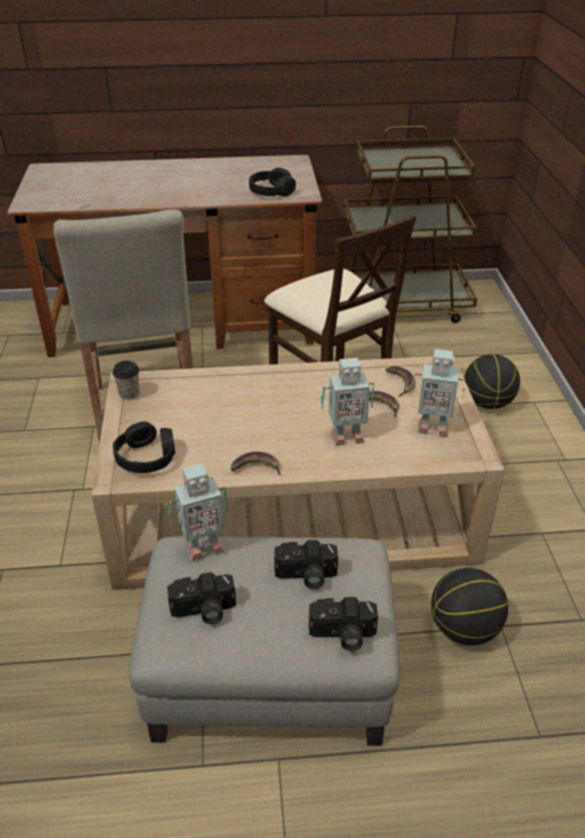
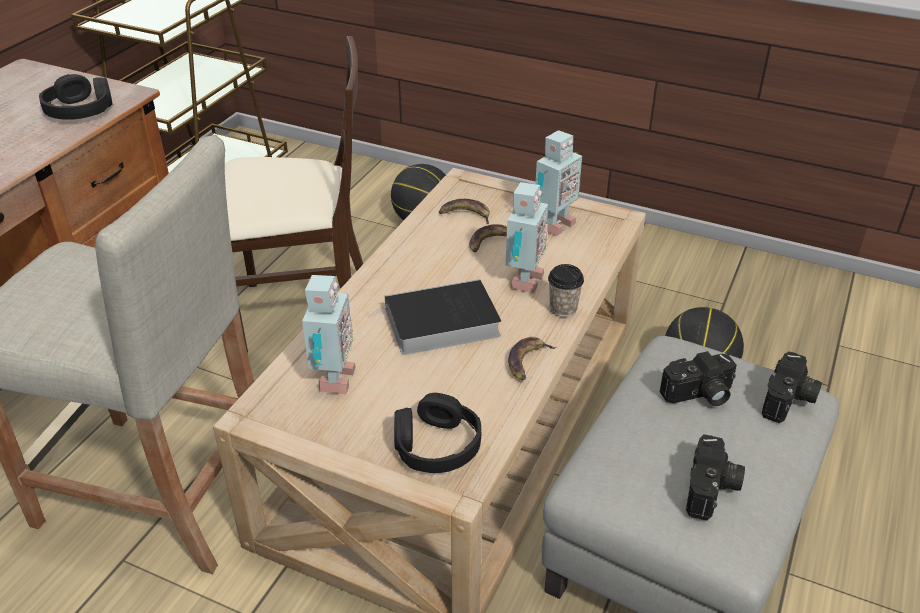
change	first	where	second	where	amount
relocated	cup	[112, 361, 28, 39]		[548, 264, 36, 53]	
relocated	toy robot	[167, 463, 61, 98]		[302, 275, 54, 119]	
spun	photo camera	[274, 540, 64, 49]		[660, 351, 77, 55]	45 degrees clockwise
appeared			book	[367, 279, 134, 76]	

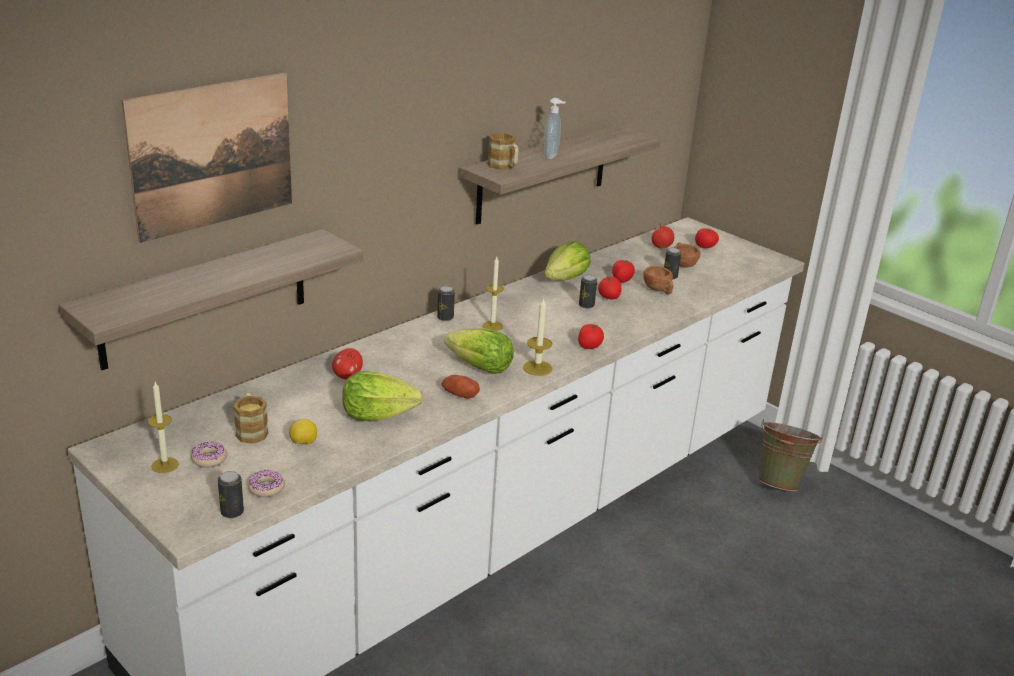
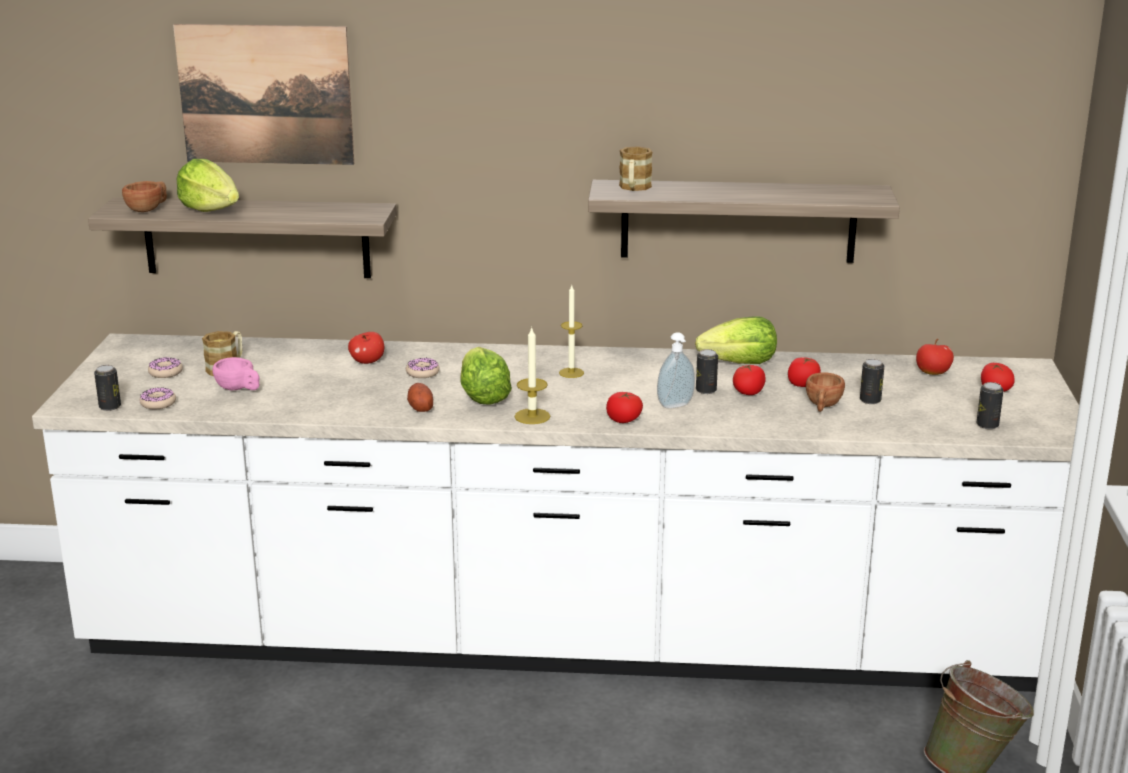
change	first	where	second	where	amount
relocated	soap dispenser	[544, 98, 22, 61]		[657, 332, 38, 76]	
relocated	brown cup	[674, 242, 26, 26]		[122, 181, 45, 31]	
relocated	can	[437, 286, 18, 35]		[976, 382, 28, 47]	
relocated	lettuce	[342, 371, 81, 50]		[177, 159, 62, 53]	
missing	candle	[148, 382, 31, 91]			
exchanged	lemon	[289, 419, 28, 26]	pink cup	[212, 357, 47, 33]	
appeared			donut	[406, 358, 34, 20]	

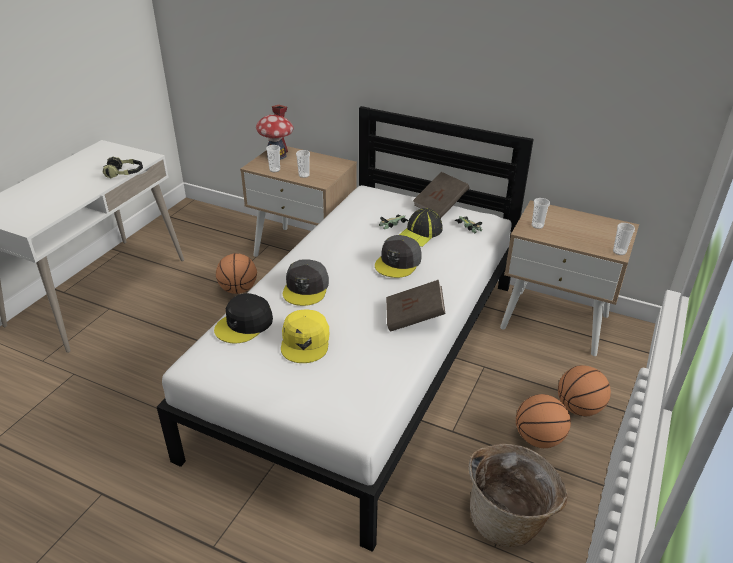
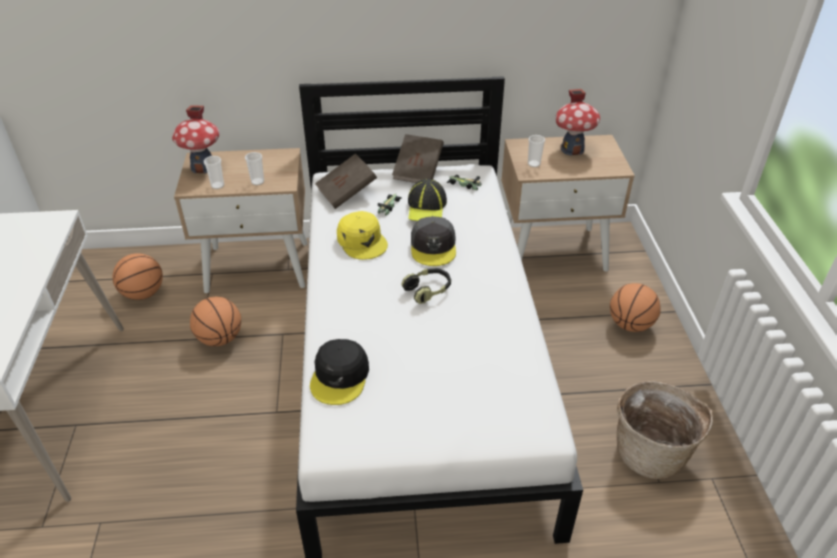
change	first	where	second	where	amount
relocated	headphones	[103, 156, 40, 23]		[401, 268, 50, 36]	
missing	cup	[613, 223, 22, 32]			
missing	grey cap	[283, 259, 46, 47]			
relocated	brown book	[386, 280, 60, 52]		[315, 154, 62, 55]	
relocated	yellow cap	[281, 309, 48, 54]		[337, 211, 51, 49]	
relocated	basketball	[516, 394, 55, 54]		[112, 253, 51, 47]	
appeared			toy house	[555, 89, 45, 67]	

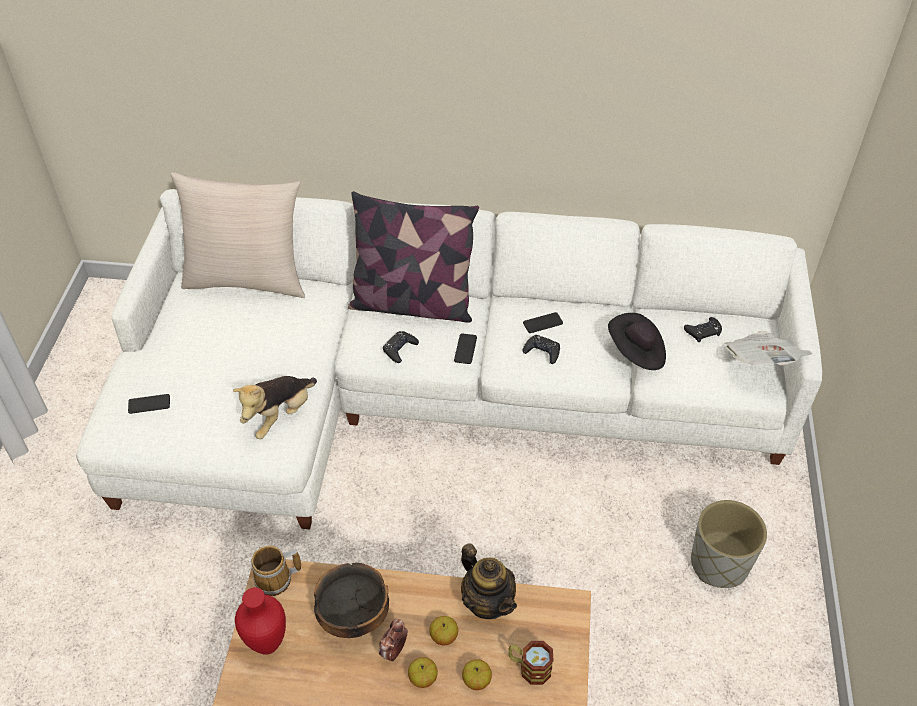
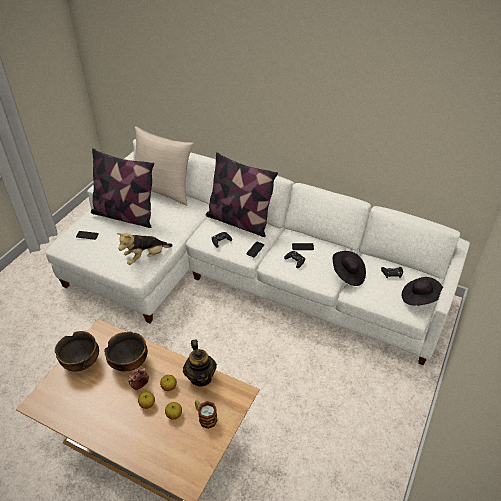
change	first	where	second	where	amount
exchanged	newspaper	[724, 331, 88, 34]	black hat	[402, 277, 41, 29]	
missing	grey planter	[691, 500, 76, 88]			
missing	mug	[251, 546, 50, 50]			
exchanged	red vase	[235, 587, 51, 68]	bowl	[55, 331, 44, 40]	
appeared			pillow	[91, 149, 63, 79]	

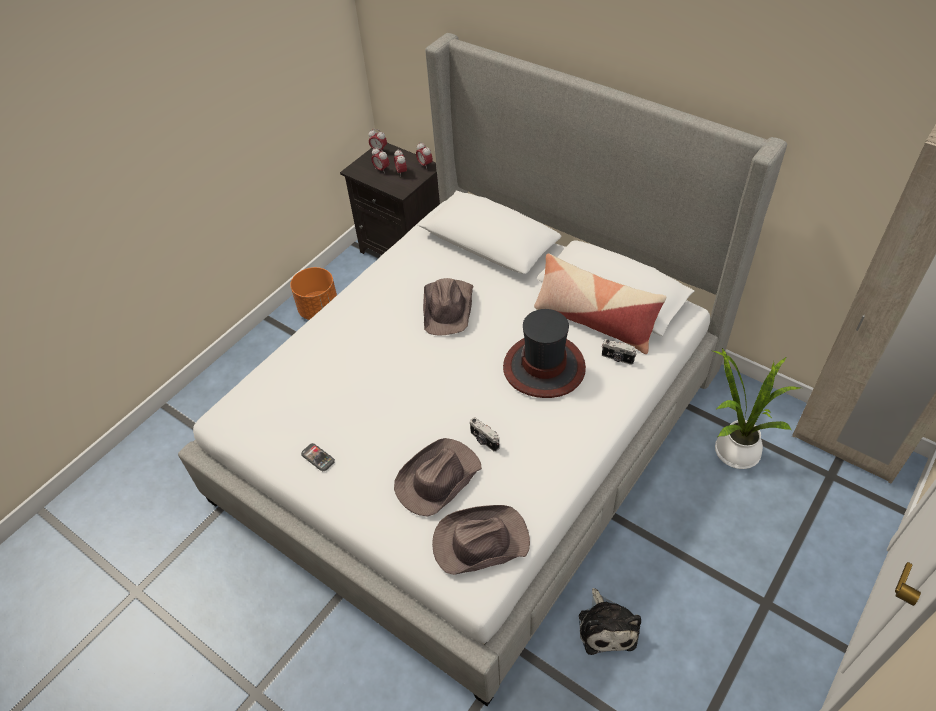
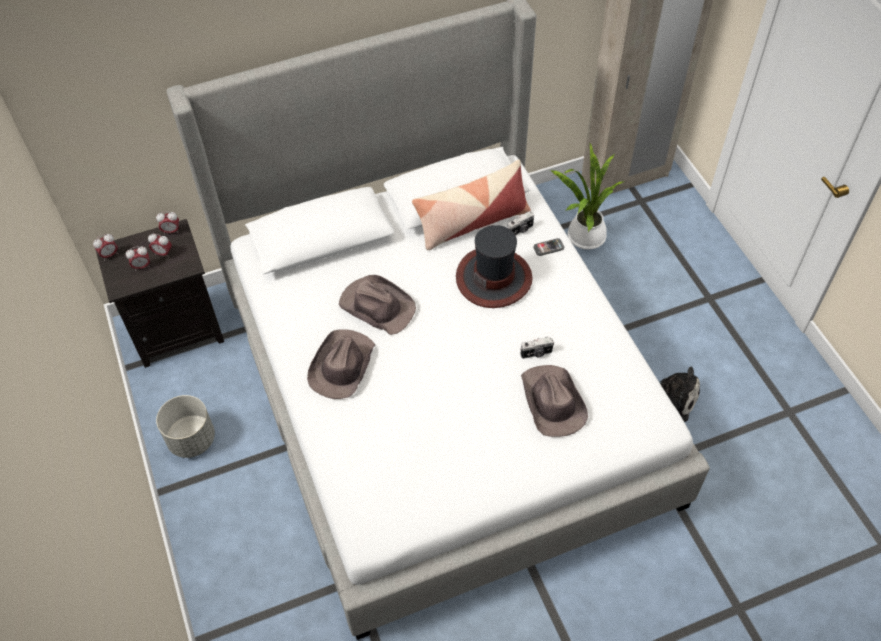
change	first	where	second	where	amount
colour	orange planter	[290, 267, 47, 53]	grey planter	[156, 395, 59, 63]	
relocated	phone	[301, 443, 34, 28]		[533, 238, 31, 18]	
relocated	brown hat	[432, 505, 98, 70]		[307, 329, 68, 70]	

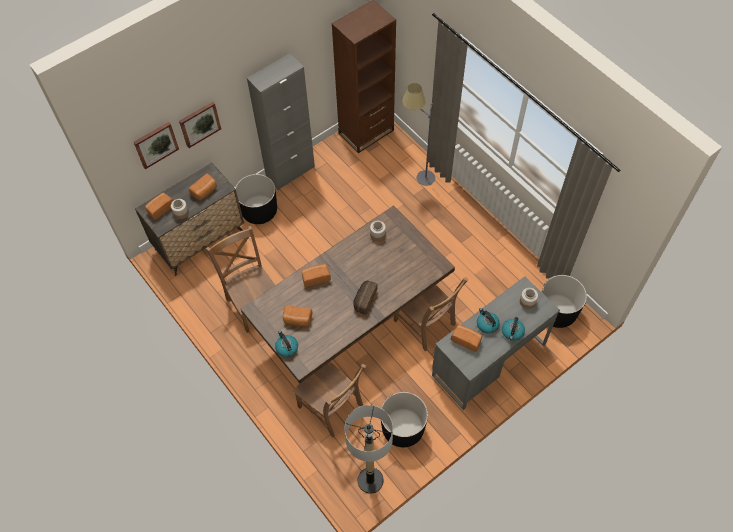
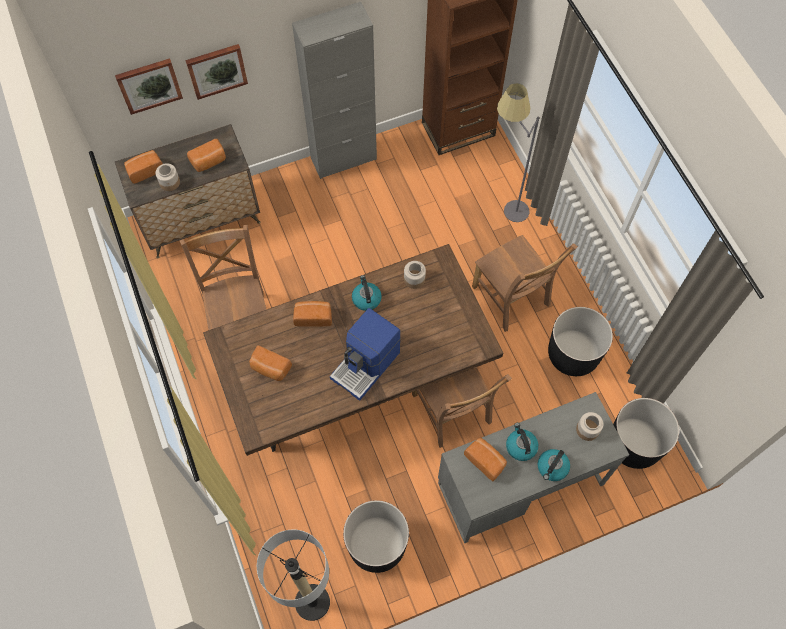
change	first	where	second	where	amount
relocated	black planter	[235, 174, 42, 50]		[548, 307, 65, 69]	
exchanged	bread	[353, 281, 24, 34]	coffee machine	[330, 308, 71, 93]	
relocated	kettle	[275, 331, 23, 26]		[352, 275, 30, 36]	
relocated	brown chair	[293, 362, 73, 76]		[472, 235, 106, 97]	

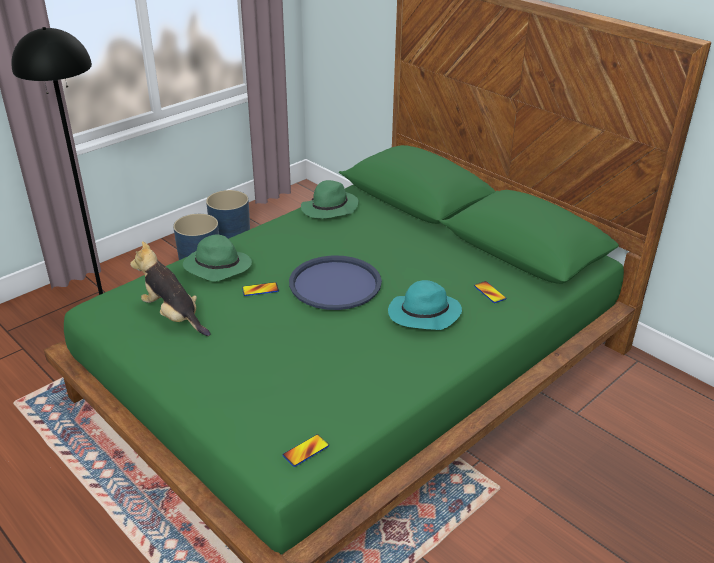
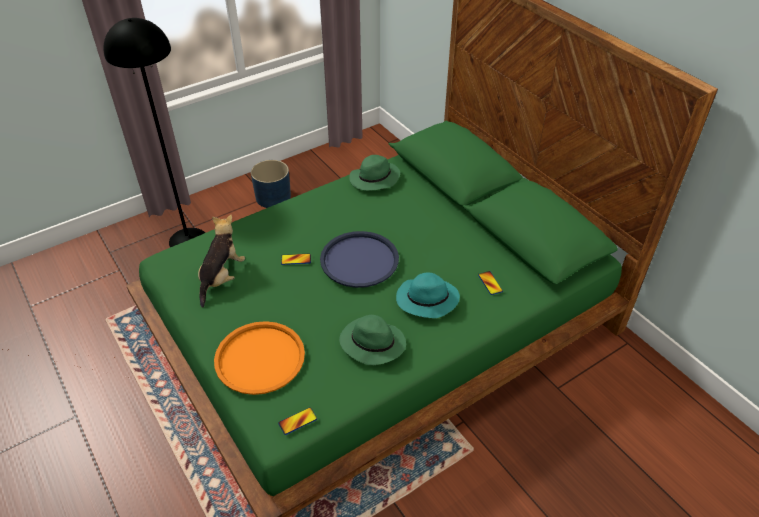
change	first	where	second	where	amount
missing	blue planter	[206, 190, 44, 49]			
relocated	green hat	[183, 235, 69, 46]		[339, 315, 67, 50]	
spun	plush toy	[130, 241, 81, 95]		[198, 214, 47, 94]	60 degrees clockwise
appeared			orange tray	[214, 321, 91, 74]	

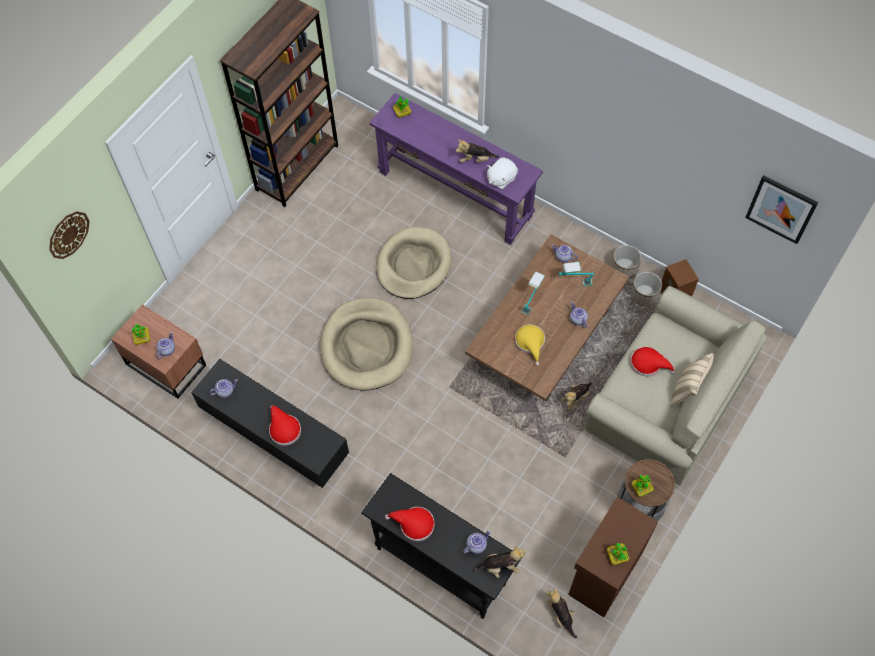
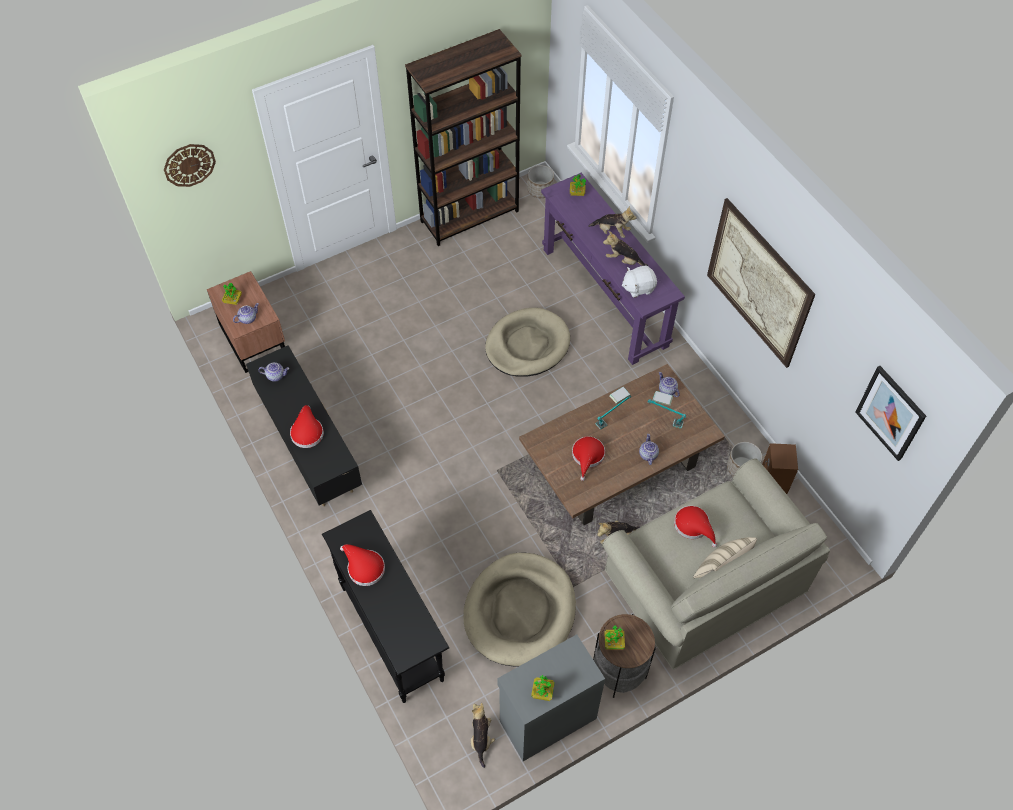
change	first	where	second	where	amount
relocated	planter	[611, 245, 30, 34]		[527, 165, 27, 33]	
relocated	beige dog bed	[320, 298, 93, 93]		[463, 553, 113, 114]	
colour	yellow hat	[515, 324, 30, 42]	red hat	[572, 436, 33, 45]	
colour	brown cabinet	[568, 497, 90, 120]	grey cabinet	[497, 634, 108, 127]	
missing	teapot	[463, 531, 28, 23]			
relocated	plush toy	[473, 546, 53, 32]		[588, 206, 48, 32]	
appeared			picture	[707, 198, 109, 170]	

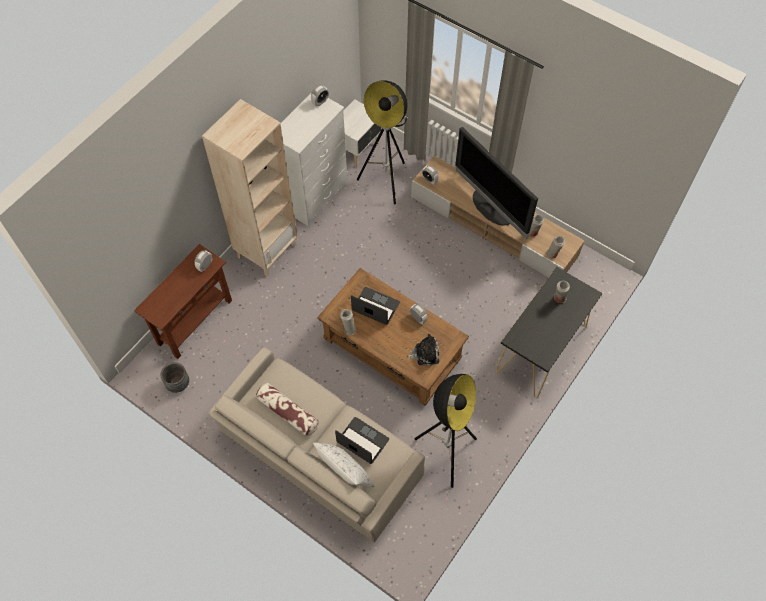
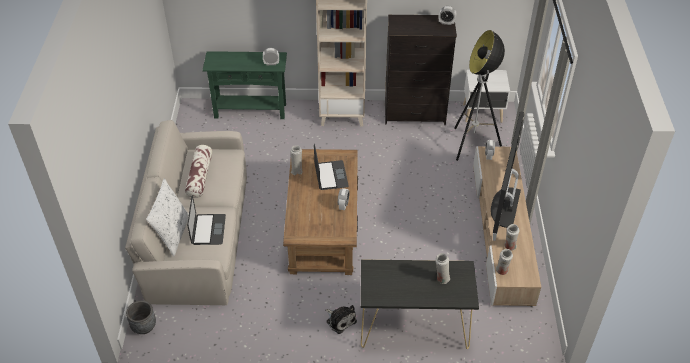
change	first	where	second	where	amount
colour	white dresser	[281, 94, 67, 133]	black dresser	[385, 15, 72, 110]	
colour	brown console table	[134, 244, 98, 115]	green console table	[202, 51, 85, 68]	
relocated	plush toy	[406, 334, 33, 32]		[326, 305, 31, 29]	
relocated	grey planter	[160, 362, 29, 31]		[126, 300, 30, 34]	
missing	floor lamp	[415, 374, 62, 114]			

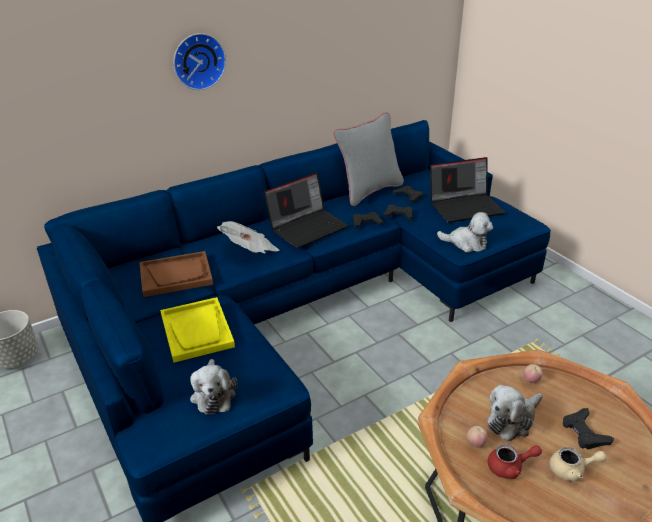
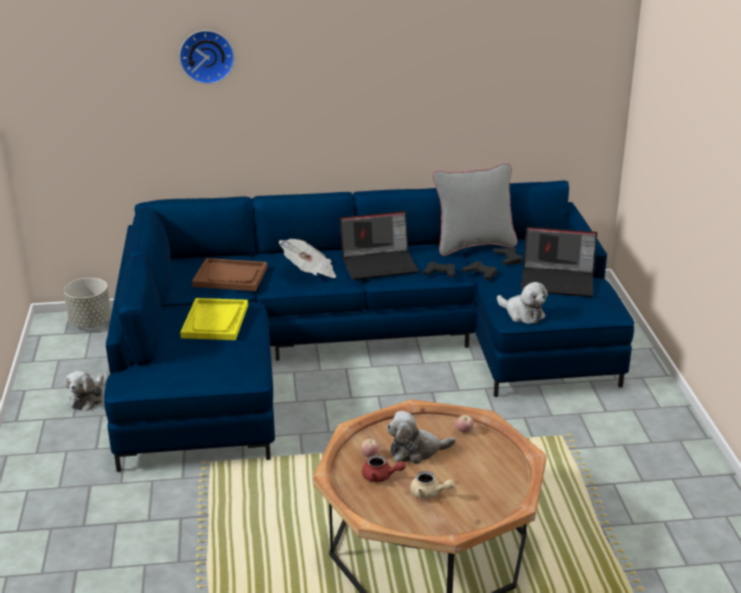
change	first	where	second	where	amount
relocated	wall clock	[173, 33, 53, 57]		[179, 30, 56, 54]	
relocated	plush toy	[190, 359, 48, 56]		[65, 371, 39, 40]	
missing	black game controller	[563, 408, 51, 42]			

